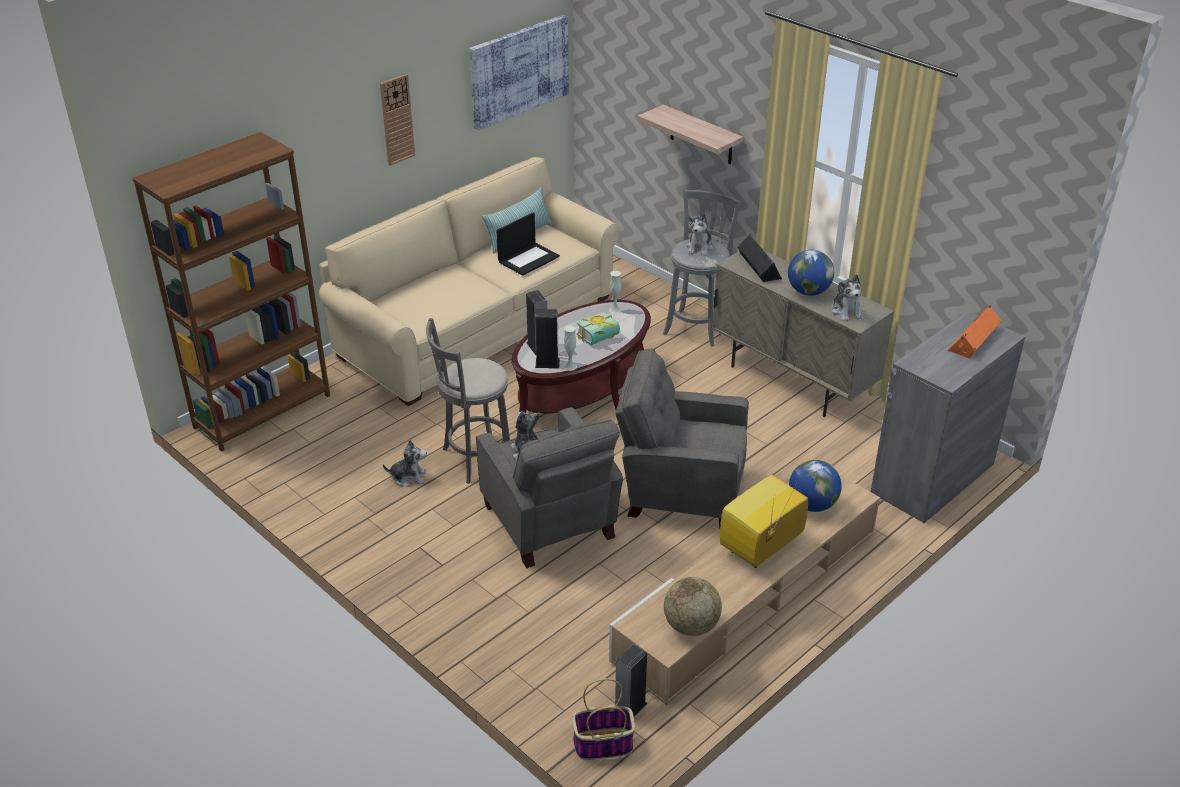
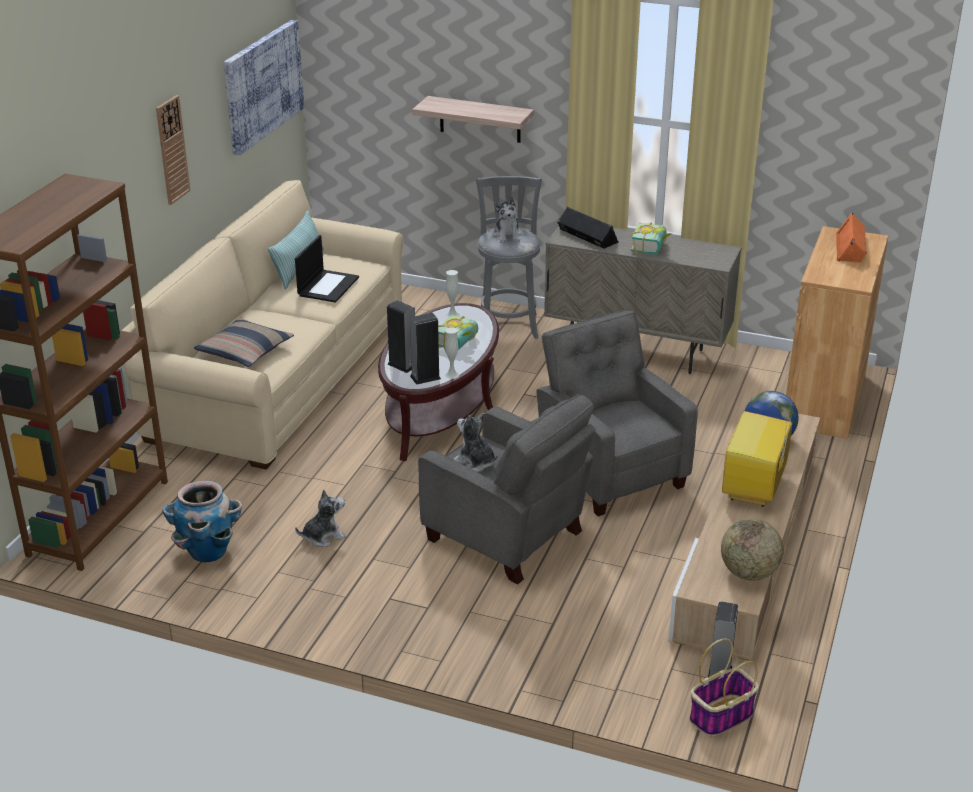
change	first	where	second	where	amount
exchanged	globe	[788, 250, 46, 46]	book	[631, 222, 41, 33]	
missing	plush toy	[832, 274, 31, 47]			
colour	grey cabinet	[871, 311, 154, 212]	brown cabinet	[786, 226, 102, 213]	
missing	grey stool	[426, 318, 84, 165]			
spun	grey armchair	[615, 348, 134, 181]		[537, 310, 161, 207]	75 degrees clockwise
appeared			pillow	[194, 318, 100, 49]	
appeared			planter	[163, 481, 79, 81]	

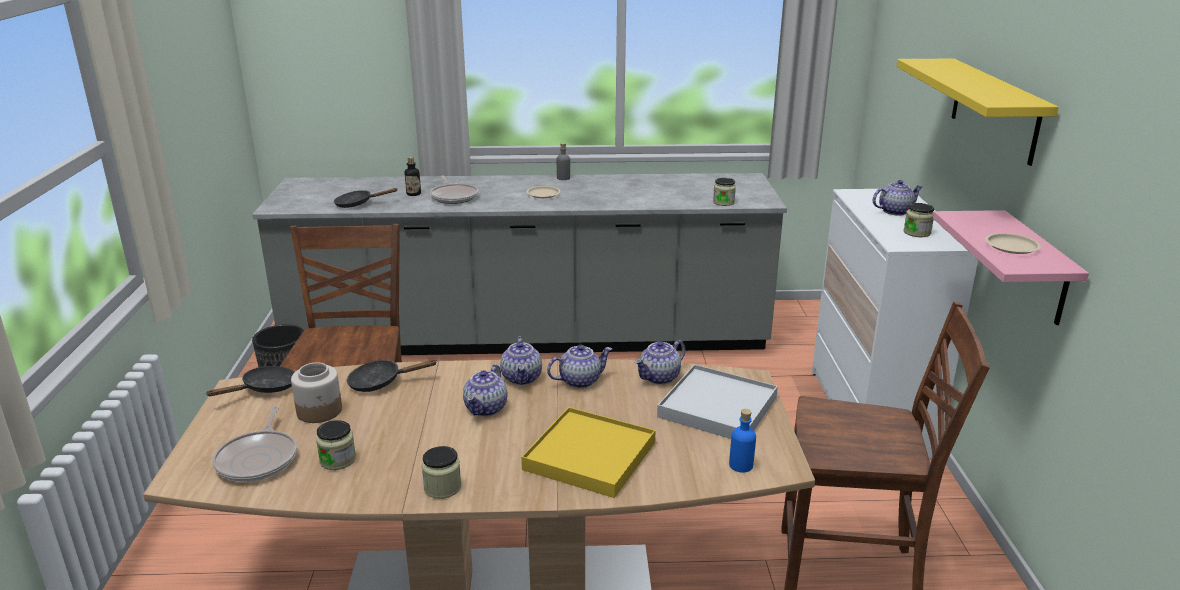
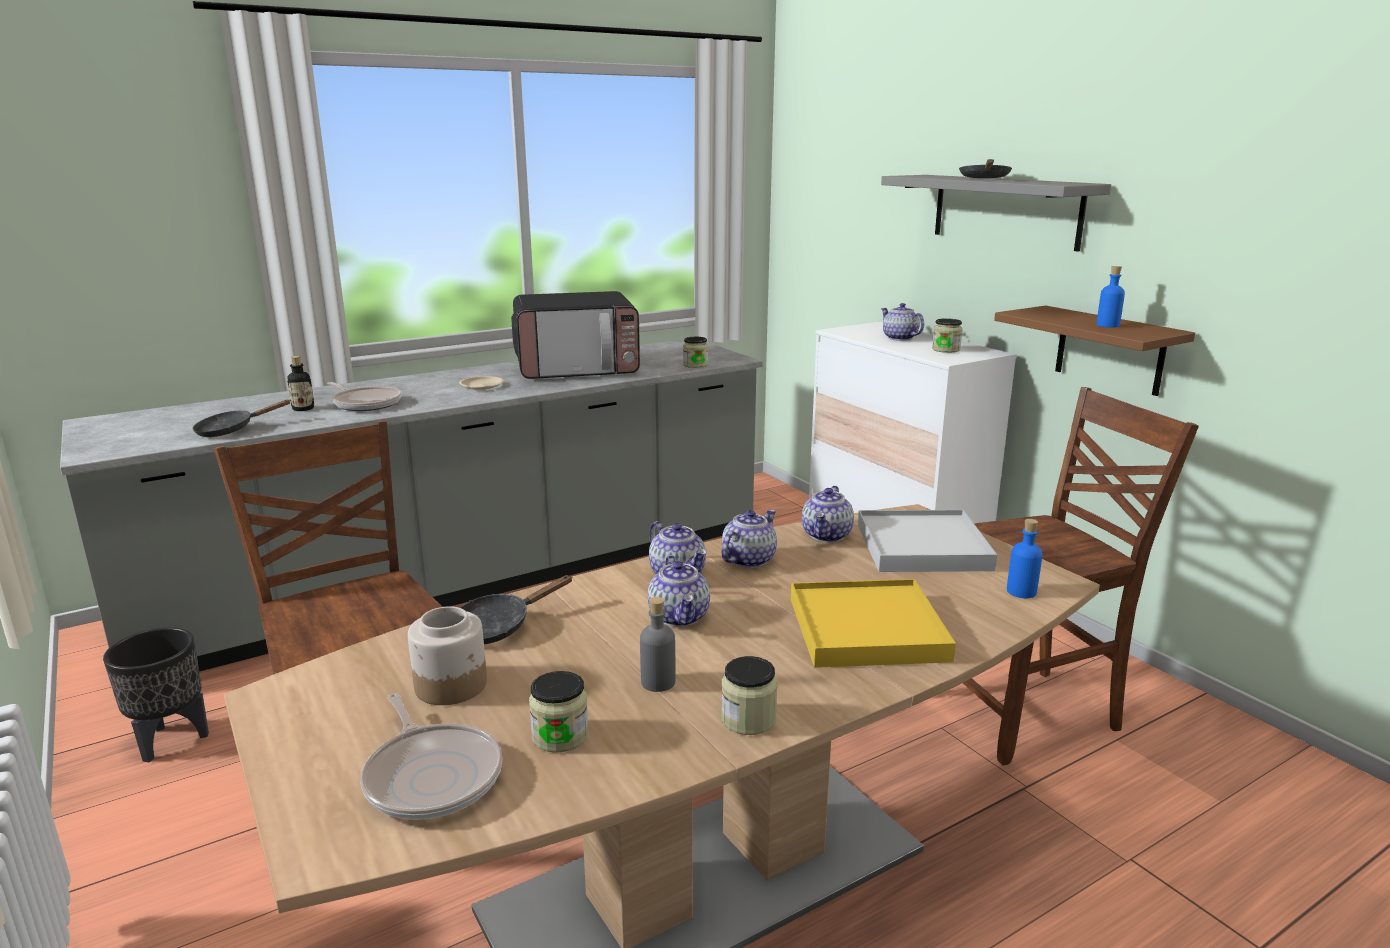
change	first	where	second	where	amount
colour	yellow shelf	[896, 59, 163, 107]	grey shelf	[881, 175, 230, 77]	
relocated	grey bottle	[557, 143, 13, 37]		[640, 597, 36, 95]	
spun	teapot	[873, 180, 50, 36]		[881, 303, 43, 38]	75 degrees counterclockwise
colour	pink shelf	[933, 210, 156, 115]	brown shelf	[994, 305, 201, 91]	
exchanged	beige plate	[985, 233, 56, 21]	blue bottle	[1096, 266, 29, 62]	
relocated	black frying pan	[205, 366, 90, 30]		[959, 159, 53, 19]	
appeared			microwave	[511, 291, 129, 88]	

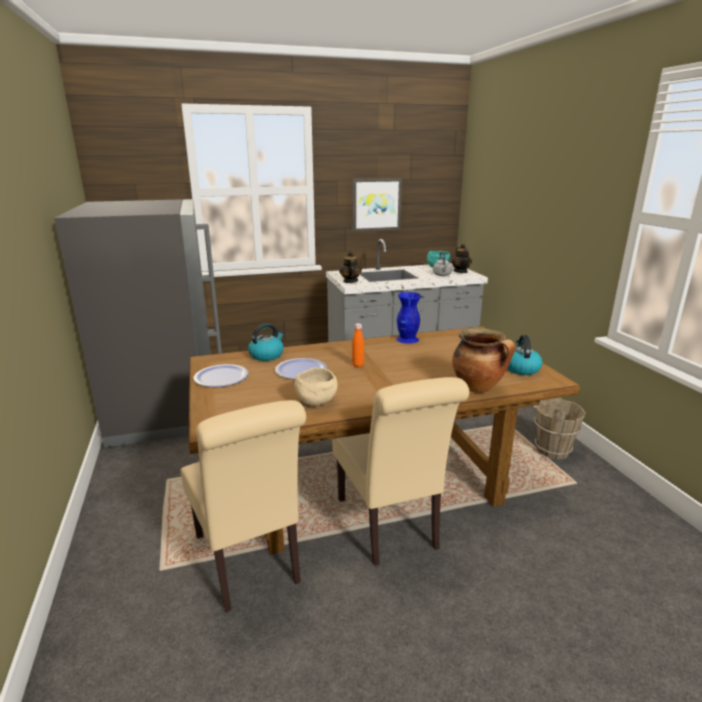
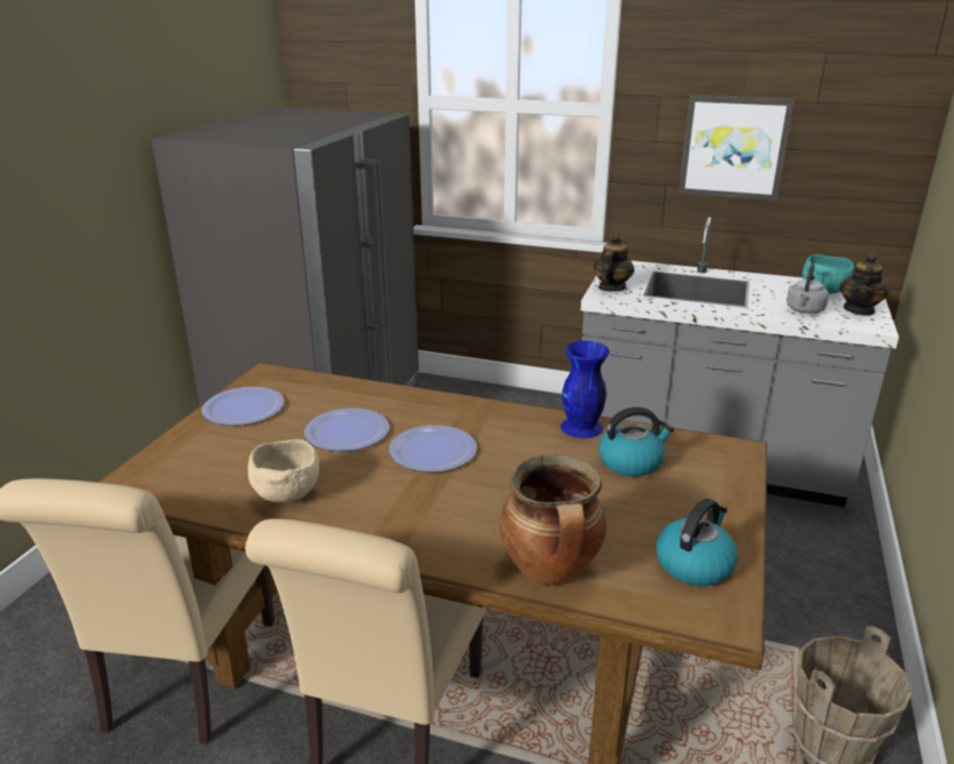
change	first	where	second	where	amount
relocated	kettle	[248, 323, 36, 38]		[598, 407, 77, 70]	
exchanged	orange bottle	[352, 323, 12, 44]	plate	[389, 425, 88, 47]	

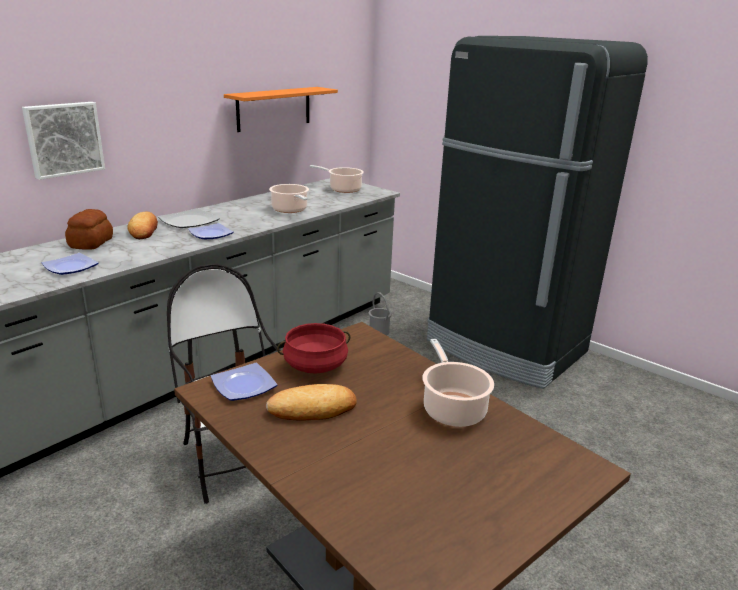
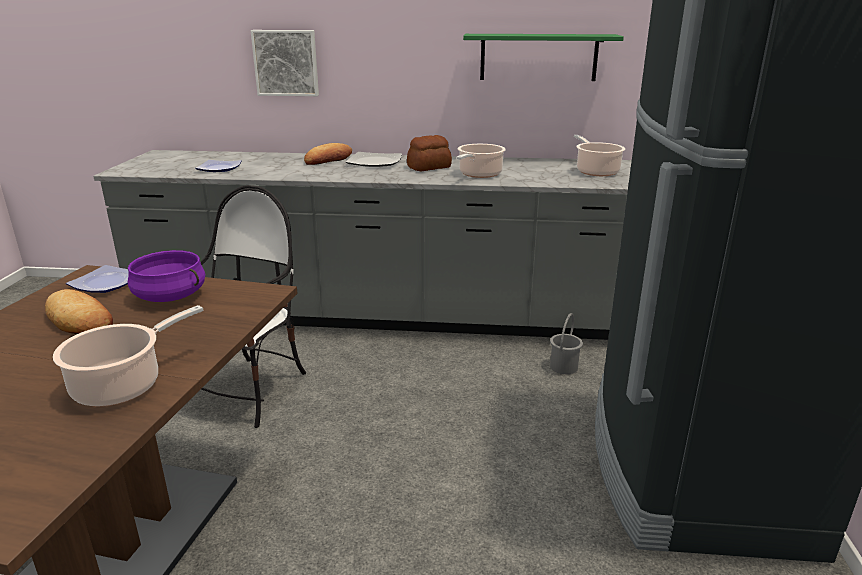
change	first	where	second	where	amount
colour	orange shelf	[224, 87, 114, 45]	green shelf	[463, 34, 161, 47]	
relocated	bread	[65, 209, 48, 41]		[407, 135, 45, 36]	
missing	plate	[188, 223, 46, 16]			
colour	red cooking pot	[277, 323, 73, 51]	purple cooking pot	[128, 250, 77, 52]	

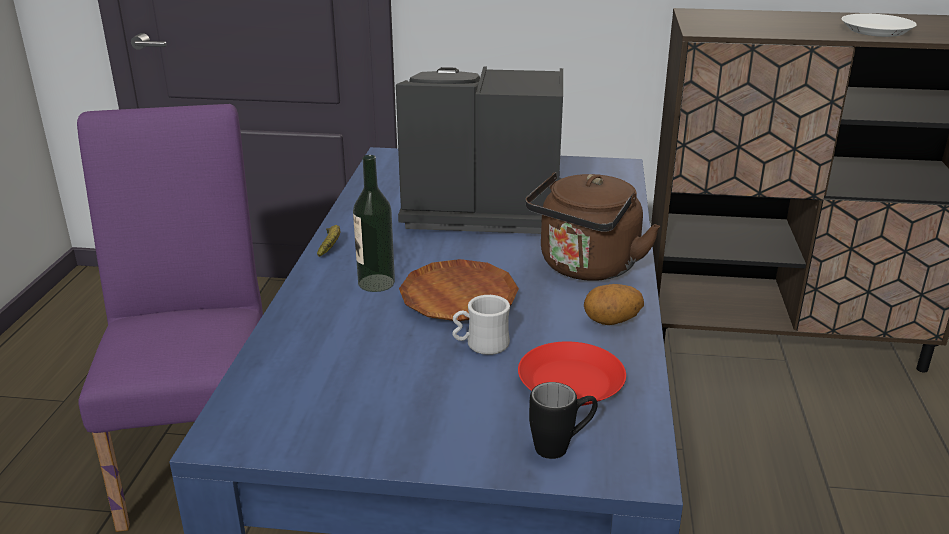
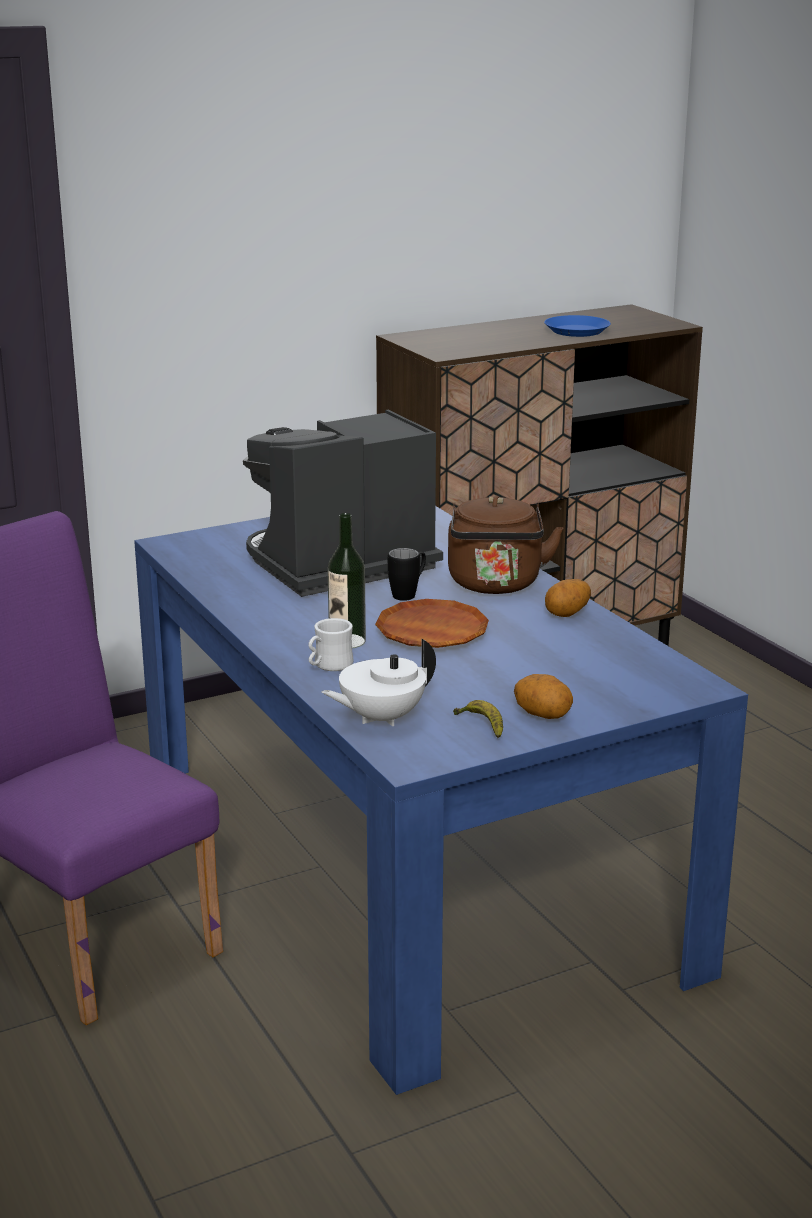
change	first	where	second	where	amount
colour	white plate	[841, 14, 76, 23]	blue plate	[544, 315, 67, 22]	
relocated	banana	[317, 225, 23, 32]		[453, 700, 50, 38]	
relocated	white mug	[452, 295, 58, 60]		[308, 618, 46, 53]	
missing	red plate	[518, 341, 108, 65]			
relocated	black mug	[529, 382, 68, 77]		[388, 548, 38, 53]	
appeared			white teapot	[321, 639, 115, 87]	
appeared			potato	[514, 674, 59, 45]	

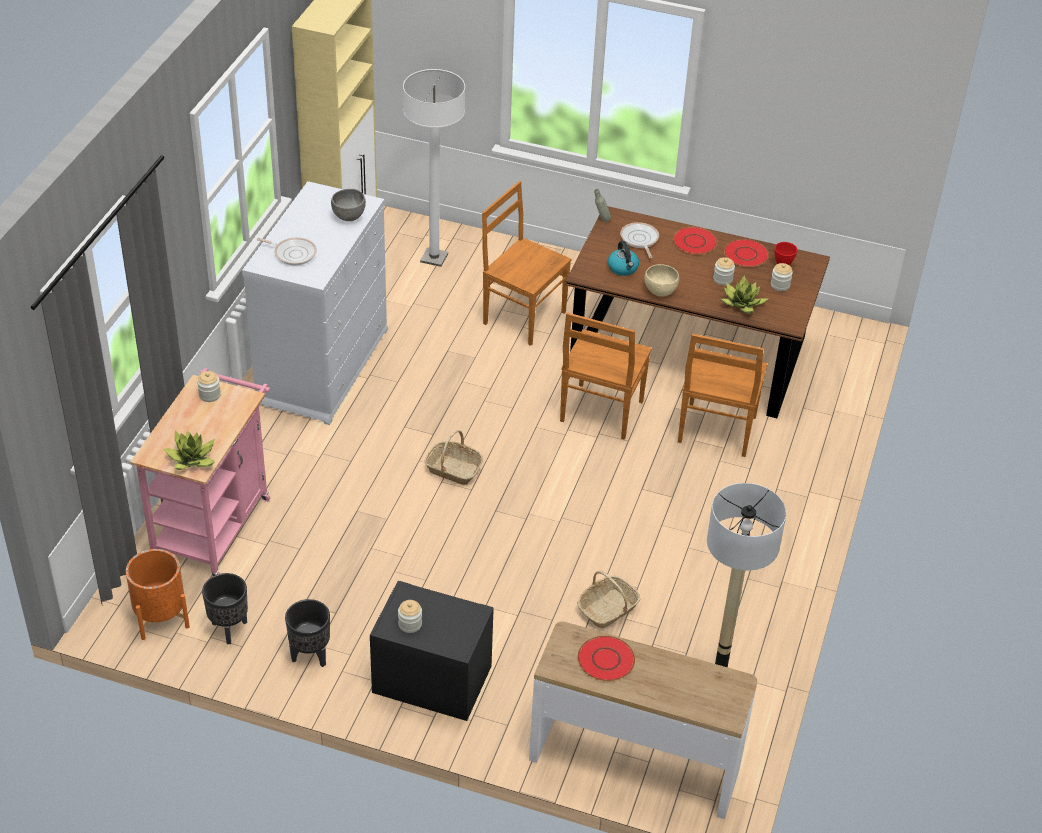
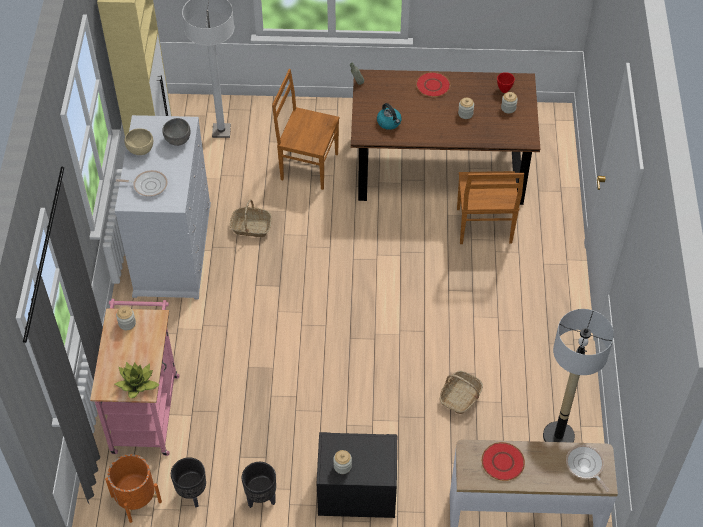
change	first	where	second	where	amount
relocated	frying pan	[620, 222, 39, 36]		[566, 445, 43, 47]	
missing	red plate	[724, 239, 45, 28]			
relocated	beige bowl	[644, 264, 35, 33]		[124, 128, 29, 27]	
missing	potted plant	[721, 275, 48, 39]			
missing	brown chair	[560, 312, 92, 128]			
relocated	basket	[424, 430, 59, 55]		[230, 200, 42, 37]	

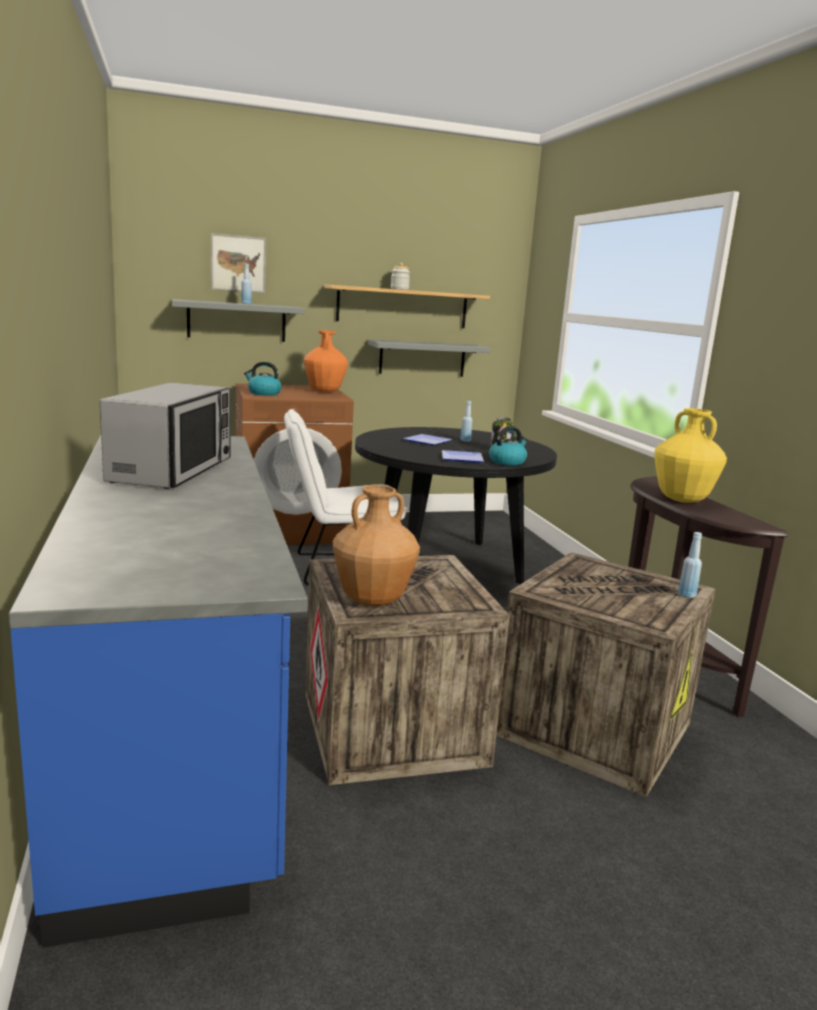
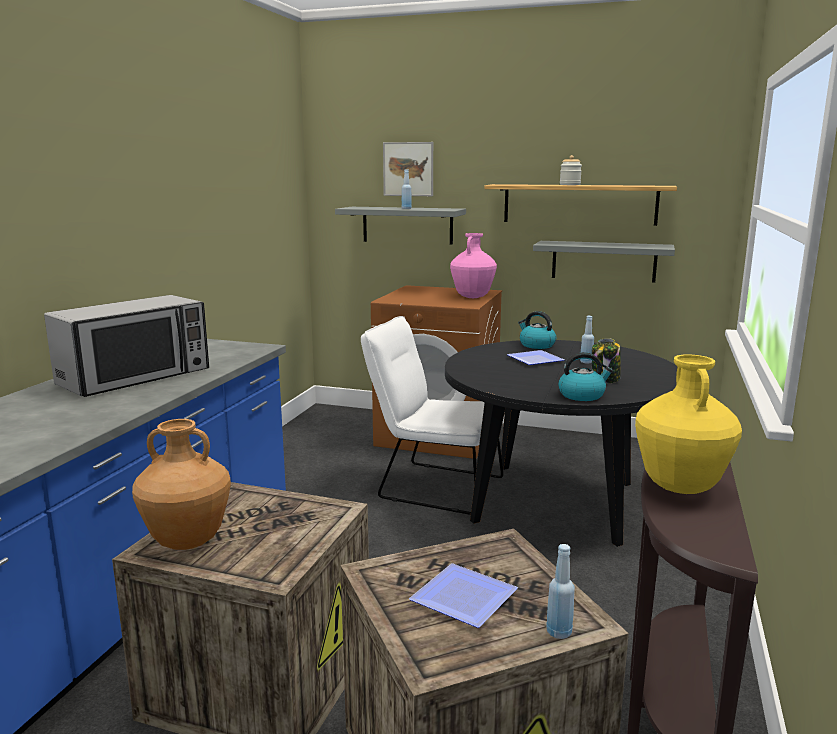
change	first	where	second	where	amount
colour	orange vase	[304, 330, 44, 63]	pink vase	[450, 233, 47, 65]	
relocated	kettle	[244, 362, 38, 34]		[518, 311, 38, 38]	
relocated	plate	[442, 450, 42, 12]		[409, 563, 109, 65]	

